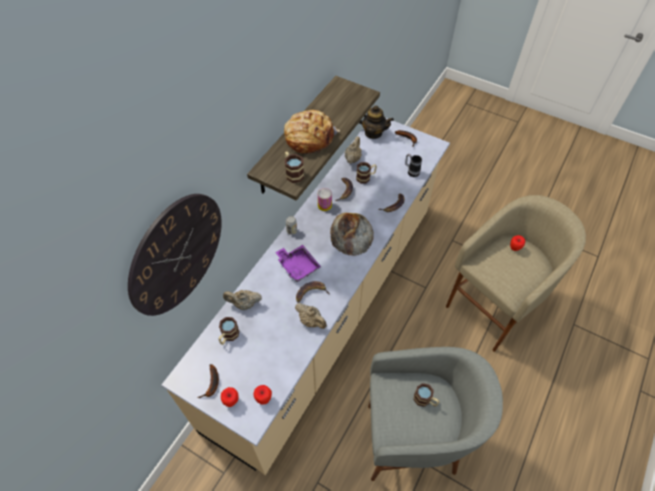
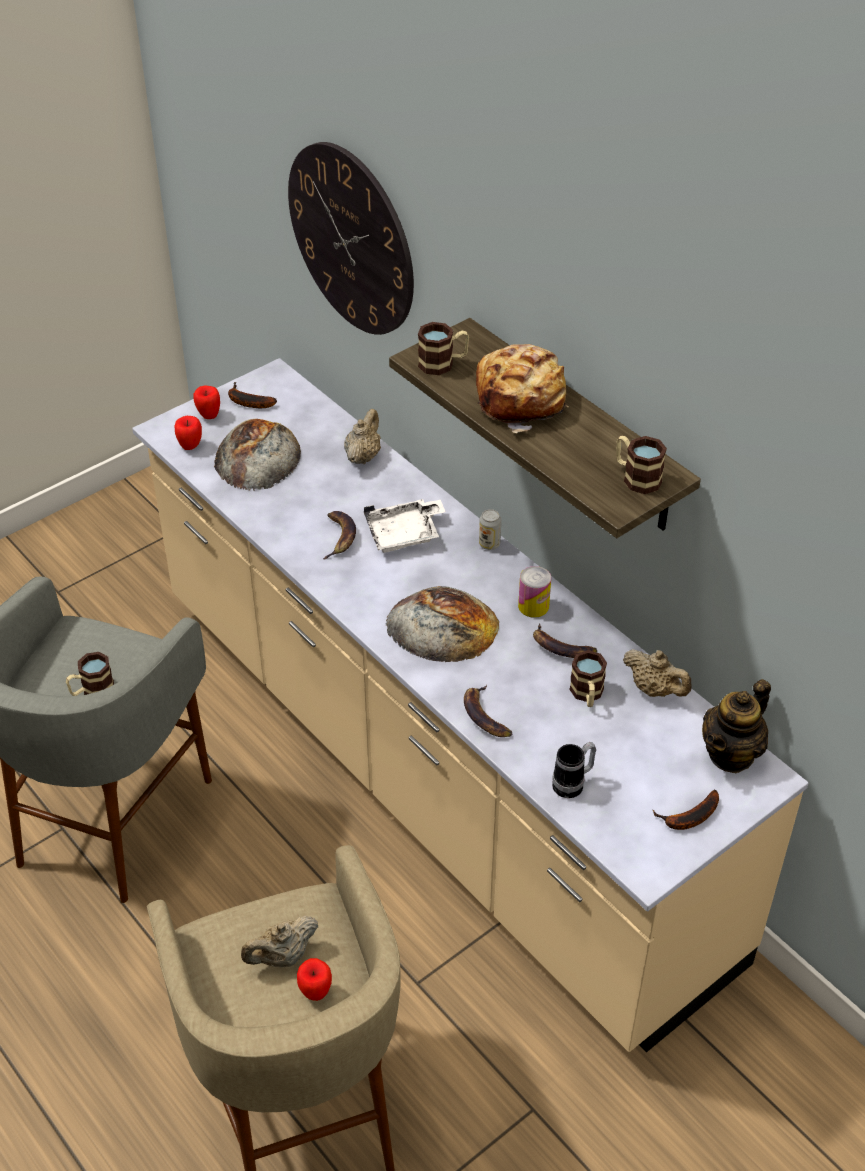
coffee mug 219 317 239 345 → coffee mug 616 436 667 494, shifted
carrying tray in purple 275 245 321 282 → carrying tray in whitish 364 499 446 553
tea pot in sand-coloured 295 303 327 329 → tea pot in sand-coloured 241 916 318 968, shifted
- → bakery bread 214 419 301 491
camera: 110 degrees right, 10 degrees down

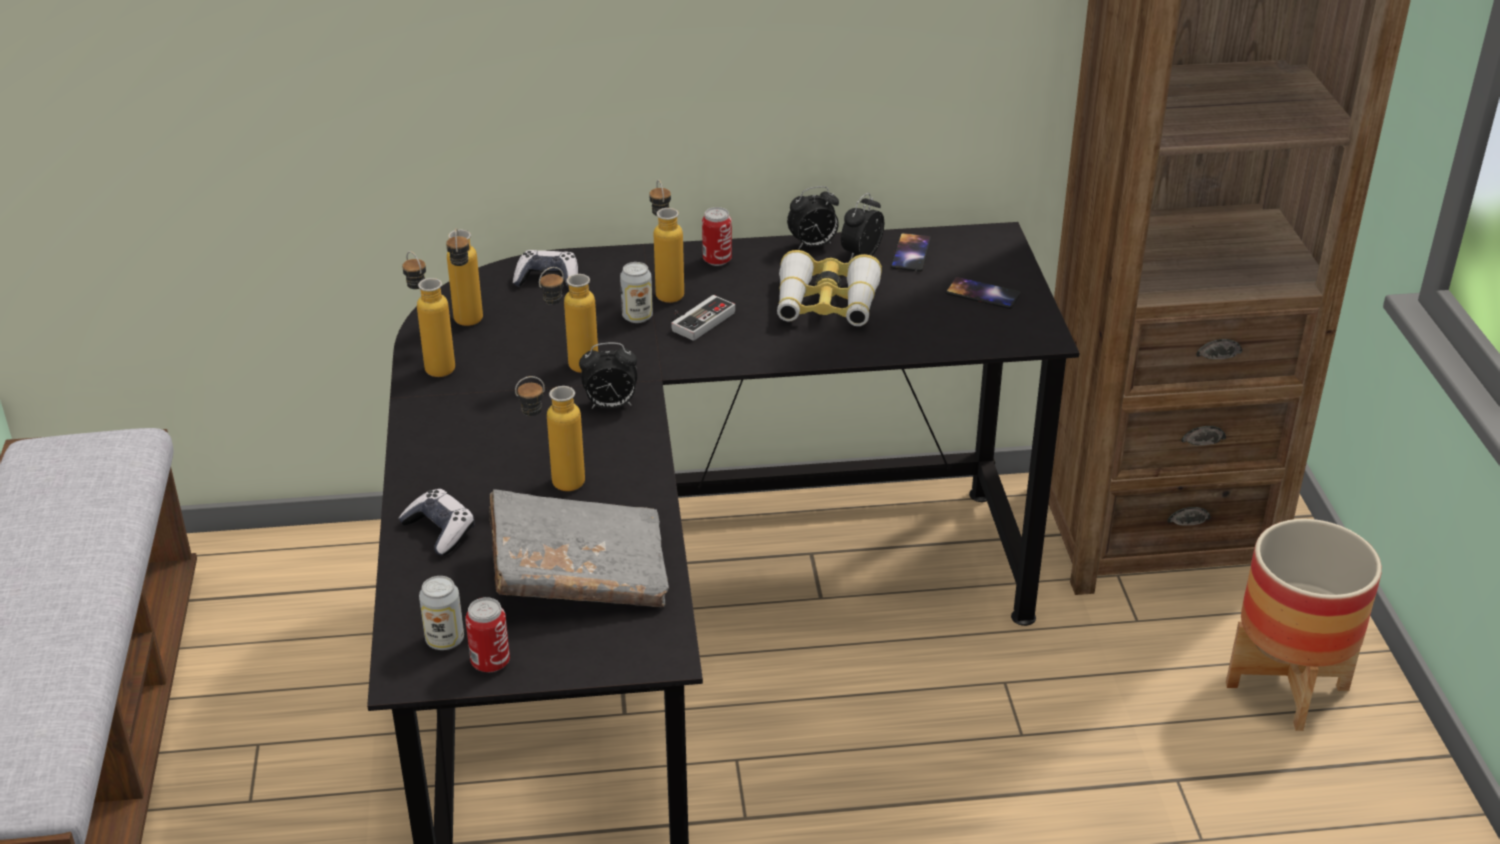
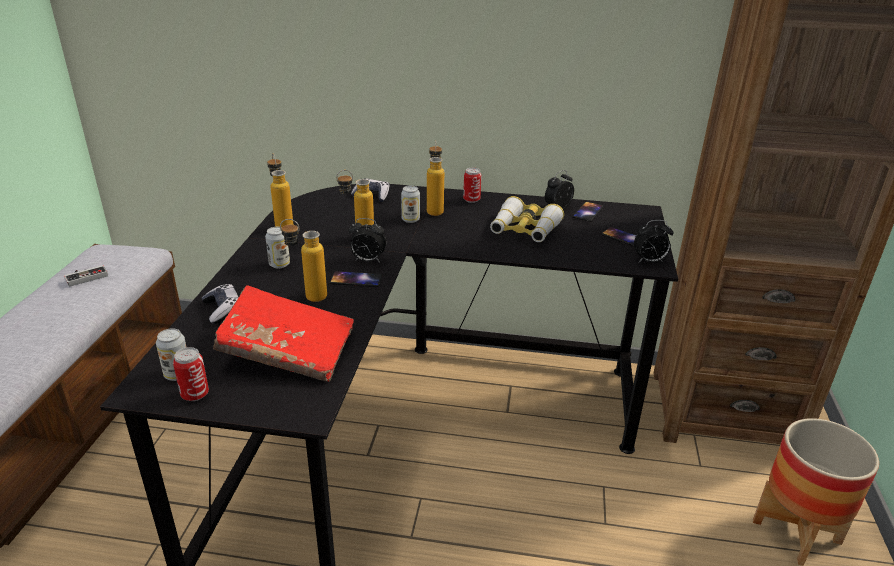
bottle 446 228 483 326 → -
bound book in gray 489 489 669 607 → bound book in red-coloured 213 285 354 382
gamepad 671 295 735 341 → gamepad 64 265 108 287, shifted
bedside clock 787 186 839 250 → bedside clock 634 220 674 262, shifted
- → sealed can 265 227 290 269
- → handset 330 271 382 287
camera: 15 degrees right, 5 degrees down

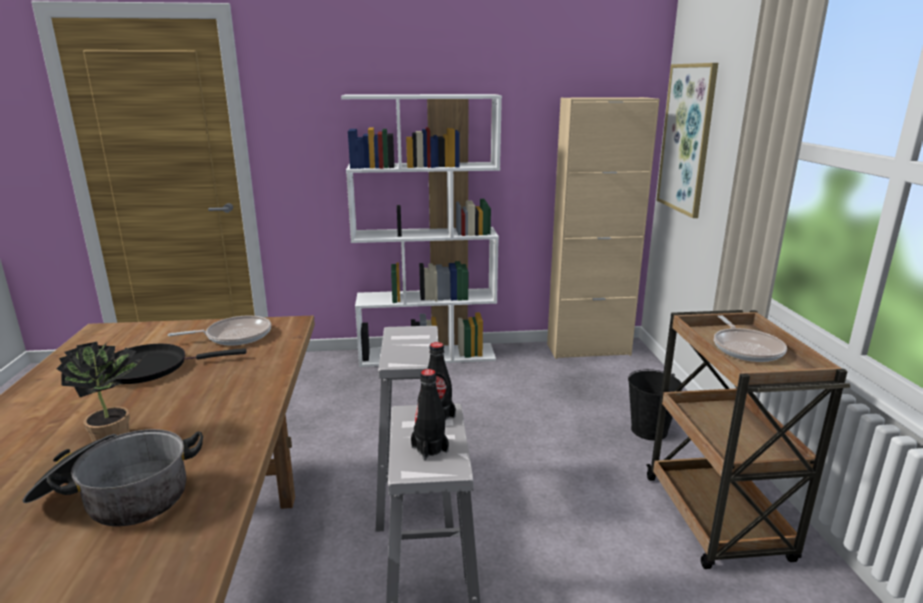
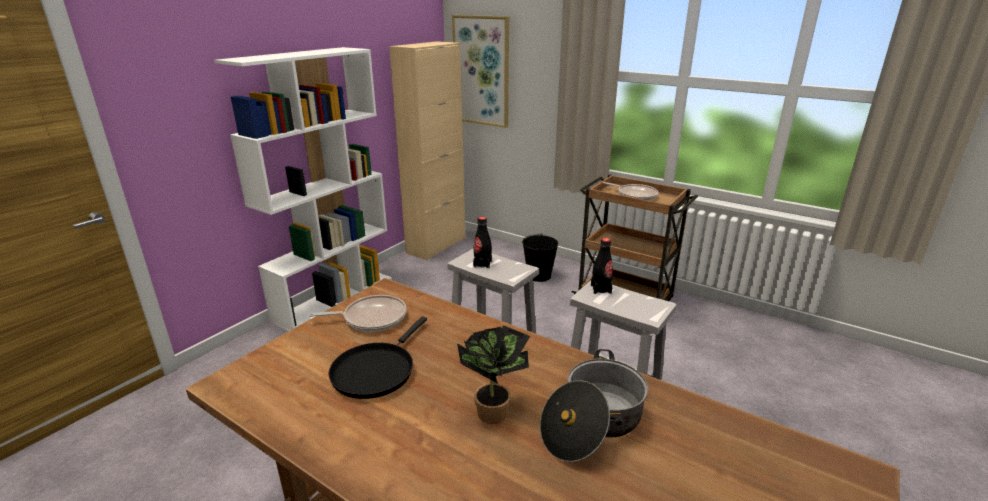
frying pan 168 315 271 345 → frying pan 308 295 407 332, 60 degrees clockwise
bottle in blackish 411 369 449 460 → bottle in blackish 473 217 492 268, shifted
camera: 50 degrees left, 5 degrees up

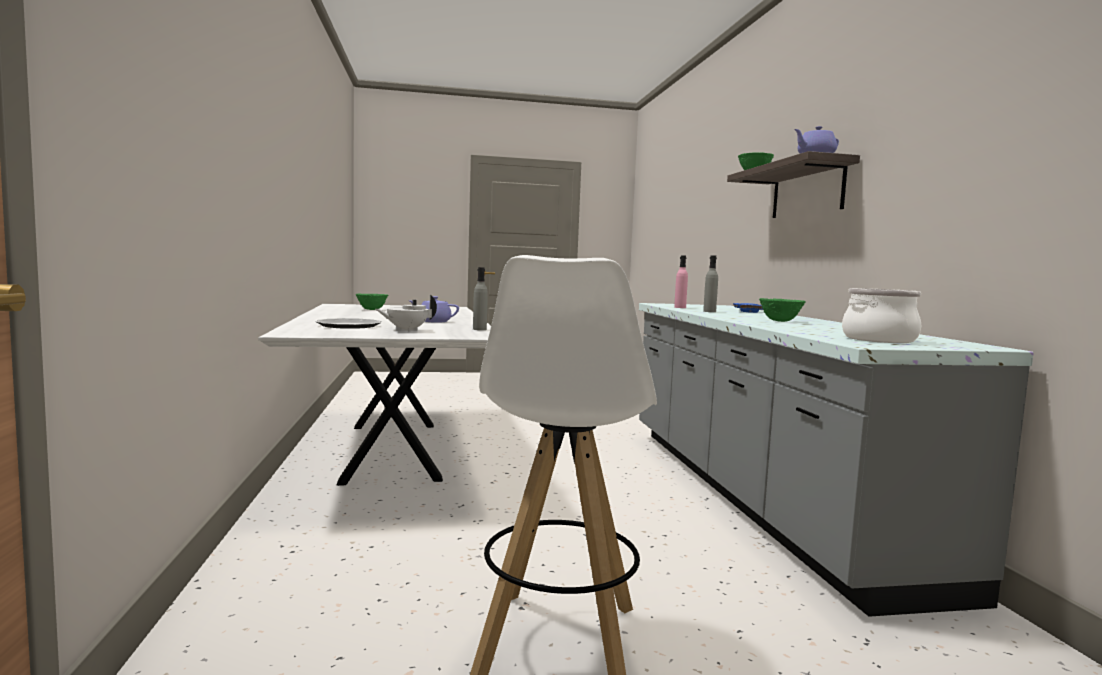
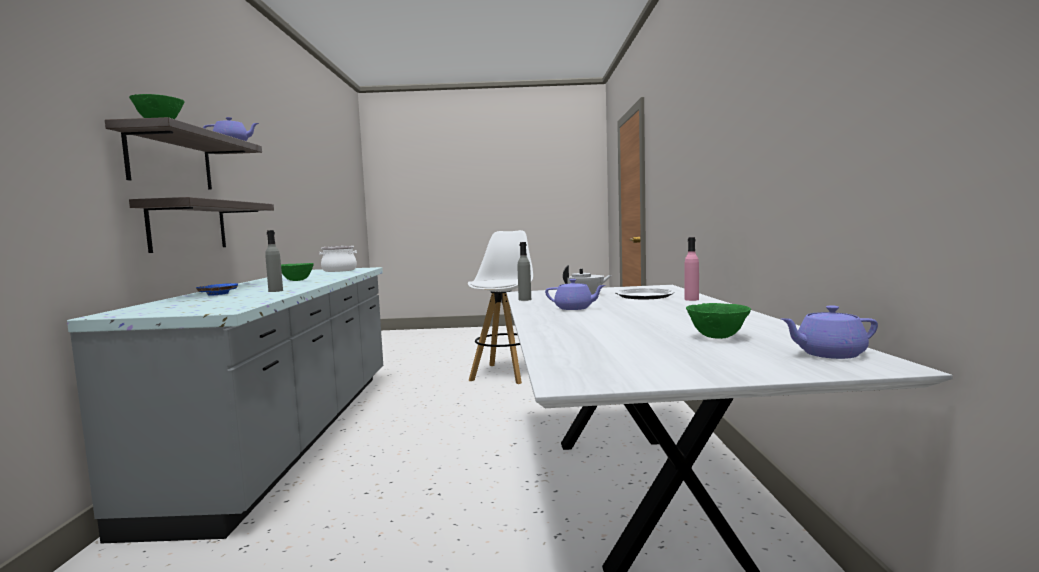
bottle in pink 674 255 688 308 → bottle in pink 684 237 699 301, shifted
- → bracket shelf 129 197 274 253
- → tea pot in purple 781 305 878 359
camera: 170 degrees left, 0 degrees up

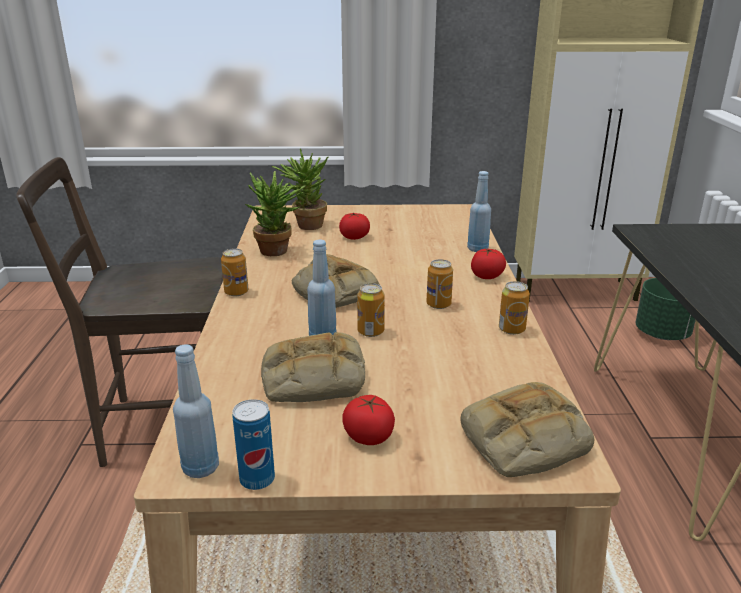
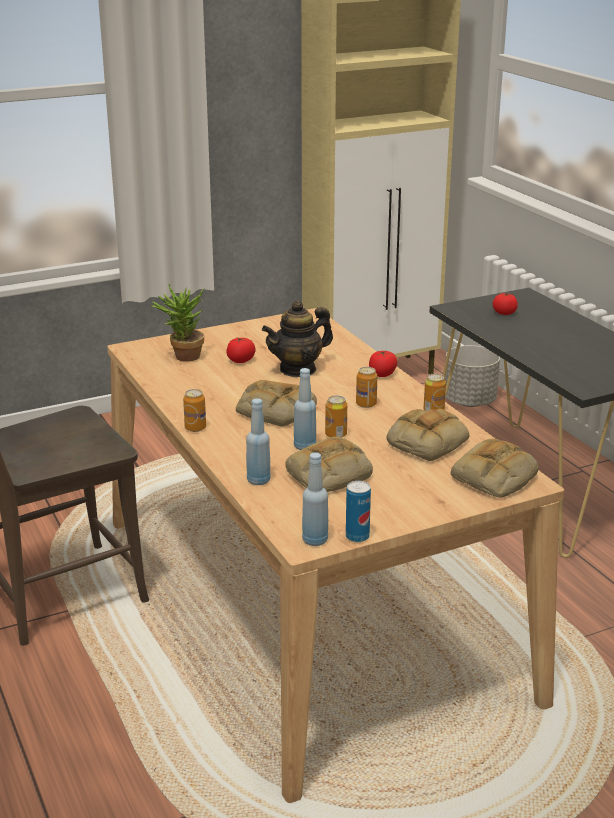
houseplant 245 171 307 256 → -
fresh tomato 342 395 395 445 → fresh tomato 493 293 518 315, shifted
bottle in blue 467 171 491 252 → bottle in blue 246 399 271 485, shifted
flower pot in green-coloured 636 278 695 340 → flower pot in gray 445 345 500 407
- → tea pot 262 300 333 377
- → bakery bread 386 408 470 461
camera: 25 degrees left, 0 degrees up

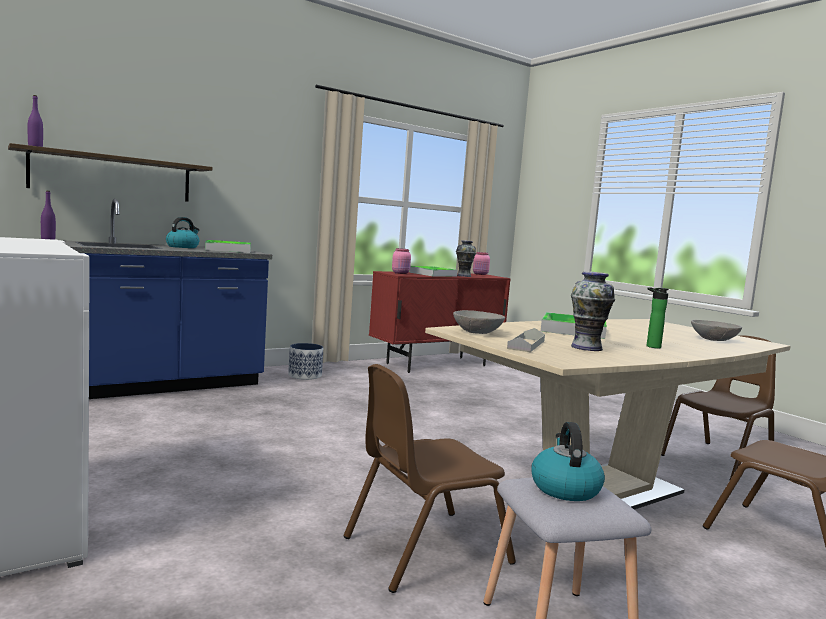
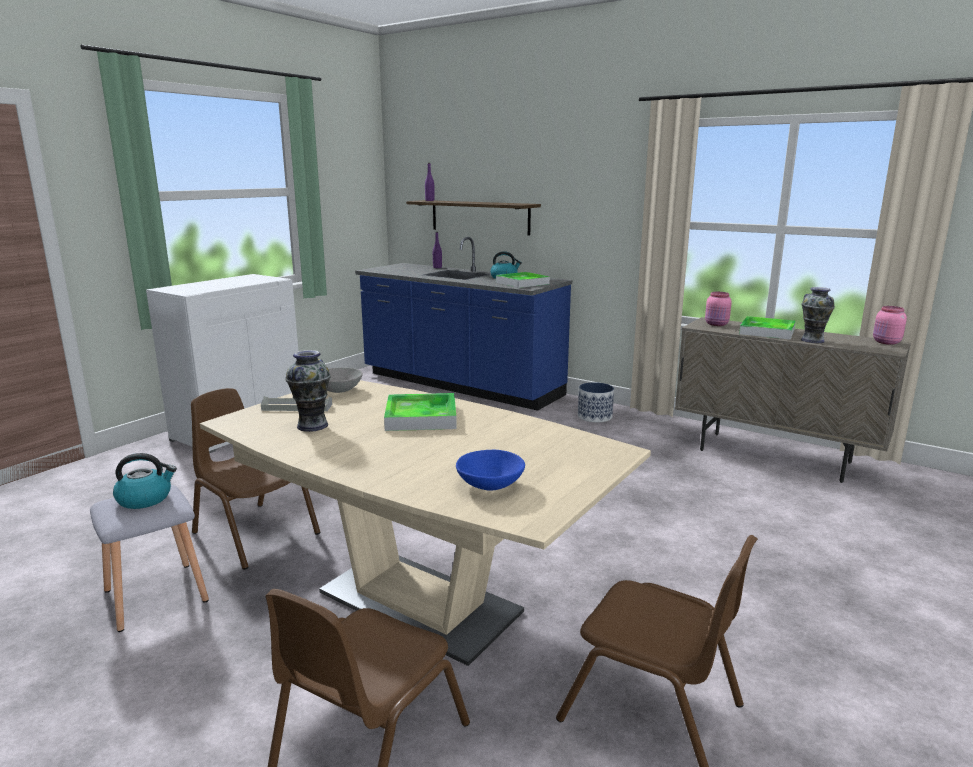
cupboard in red-coloured 369 271 511 373 → cupboard in sand-coloured 675 317 911 483
bottle 646 287 669 348 → -
serving bowl in gray 691 320 742 341 → serving bowl in blue 456 450 525 491
camera: 70 degrees right, 10 degrees up

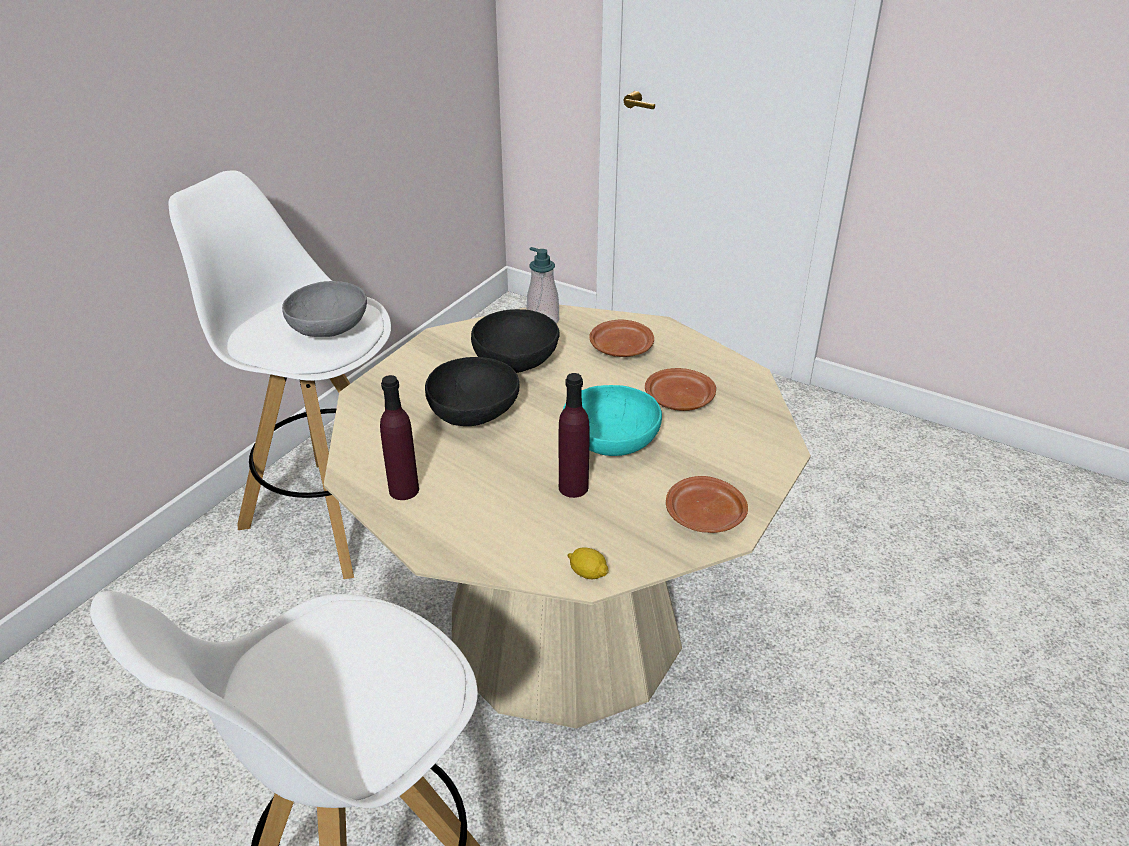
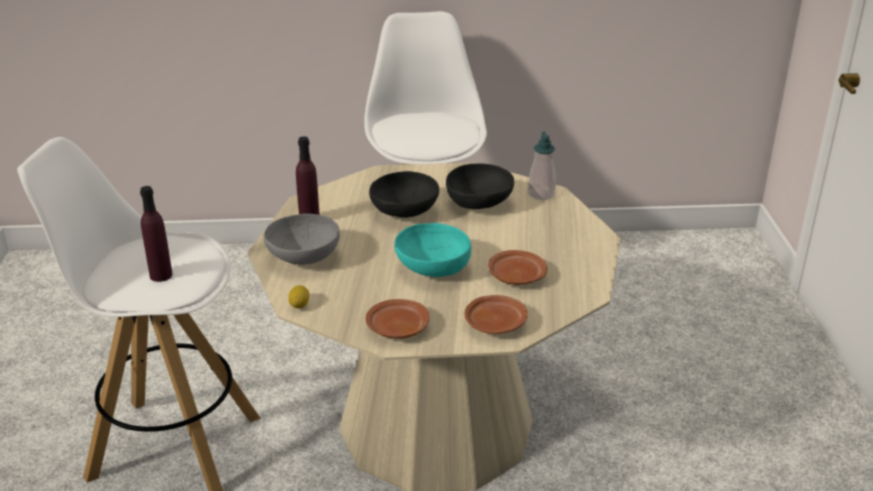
serving bowl in gray 282 281 367 337 → serving bowl in gray 264 214 340 265, shifted
bottle in purple 559 373 590 498 → bottle in purple 140 186 172 282, shifted
dinner plate in brownish 589 320 654 357 → dinner plate in brownish 465 295 528 334, shifted
camera: 55 degrees right, 5 degrees down

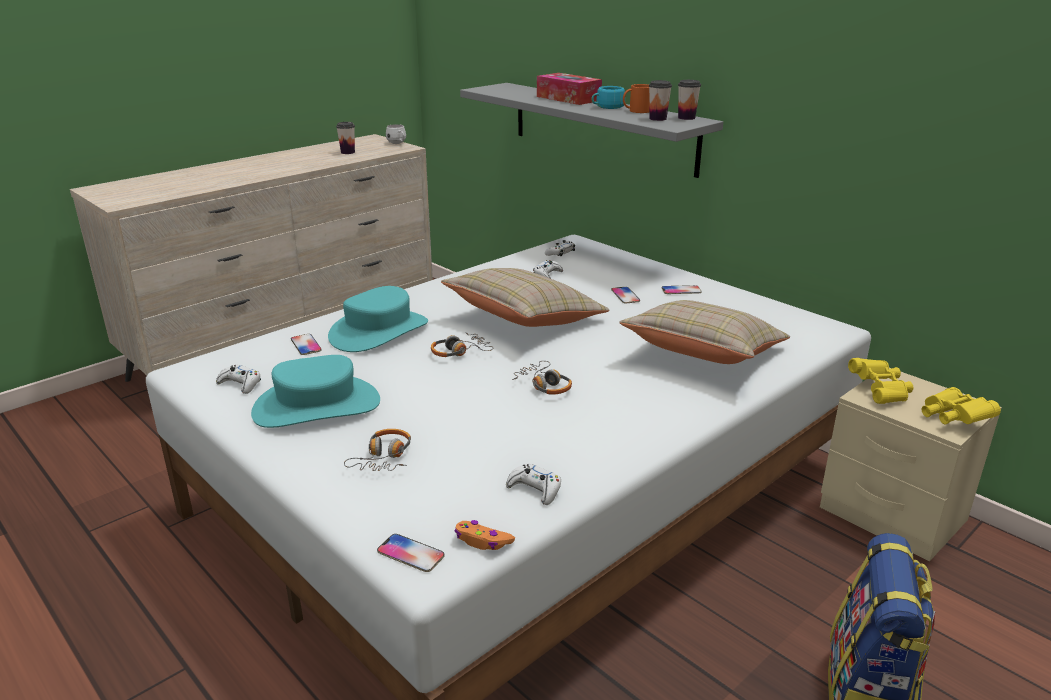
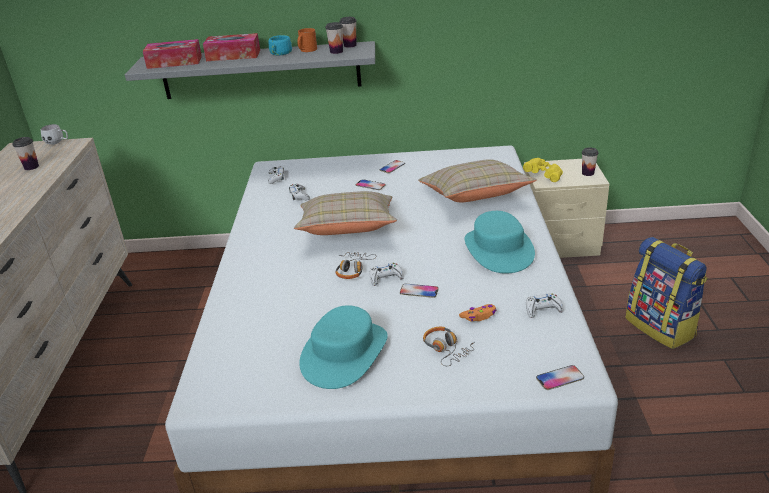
gamepad in whitish 216 365 261 394 → gamepad in whitish 370 263 404 286, shifted
handset 291 334 321 355 → handset 400 284 439 298, shifted
wearable hat in blue-green 328 286 428 352 → wearable hat in blue-green 465 211 535 274, shifted
gamepad in orangey 455 520 515 550 → gamepad in orangey 459 304 496 321, shifted
headset 512 361 572 395 → -
binoculars in yellow-coloured 922 387 1001 425 → cup 582 147 598 176
- → tissue box 143 39 202 69
camera: 45 degrees left, 5 degrees up

